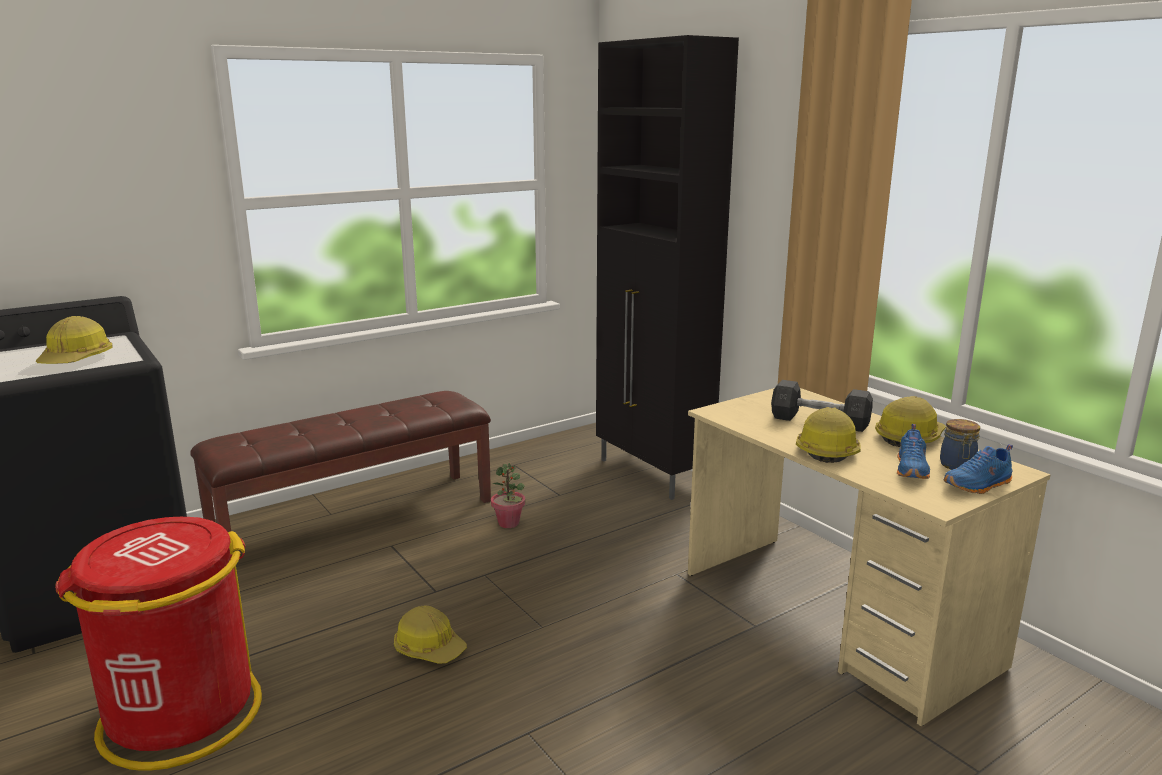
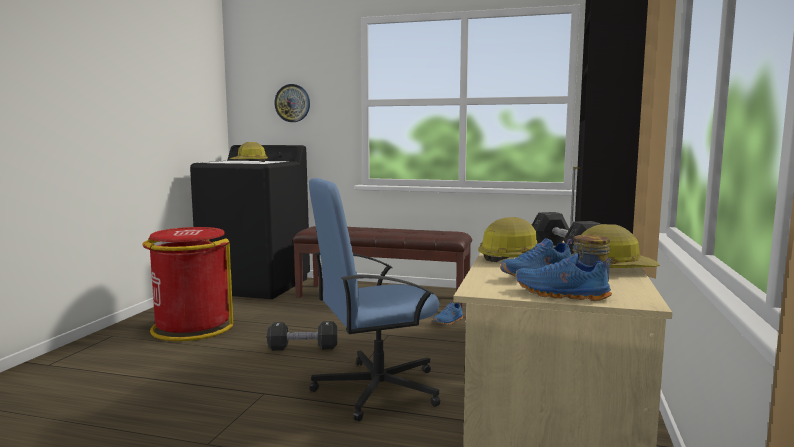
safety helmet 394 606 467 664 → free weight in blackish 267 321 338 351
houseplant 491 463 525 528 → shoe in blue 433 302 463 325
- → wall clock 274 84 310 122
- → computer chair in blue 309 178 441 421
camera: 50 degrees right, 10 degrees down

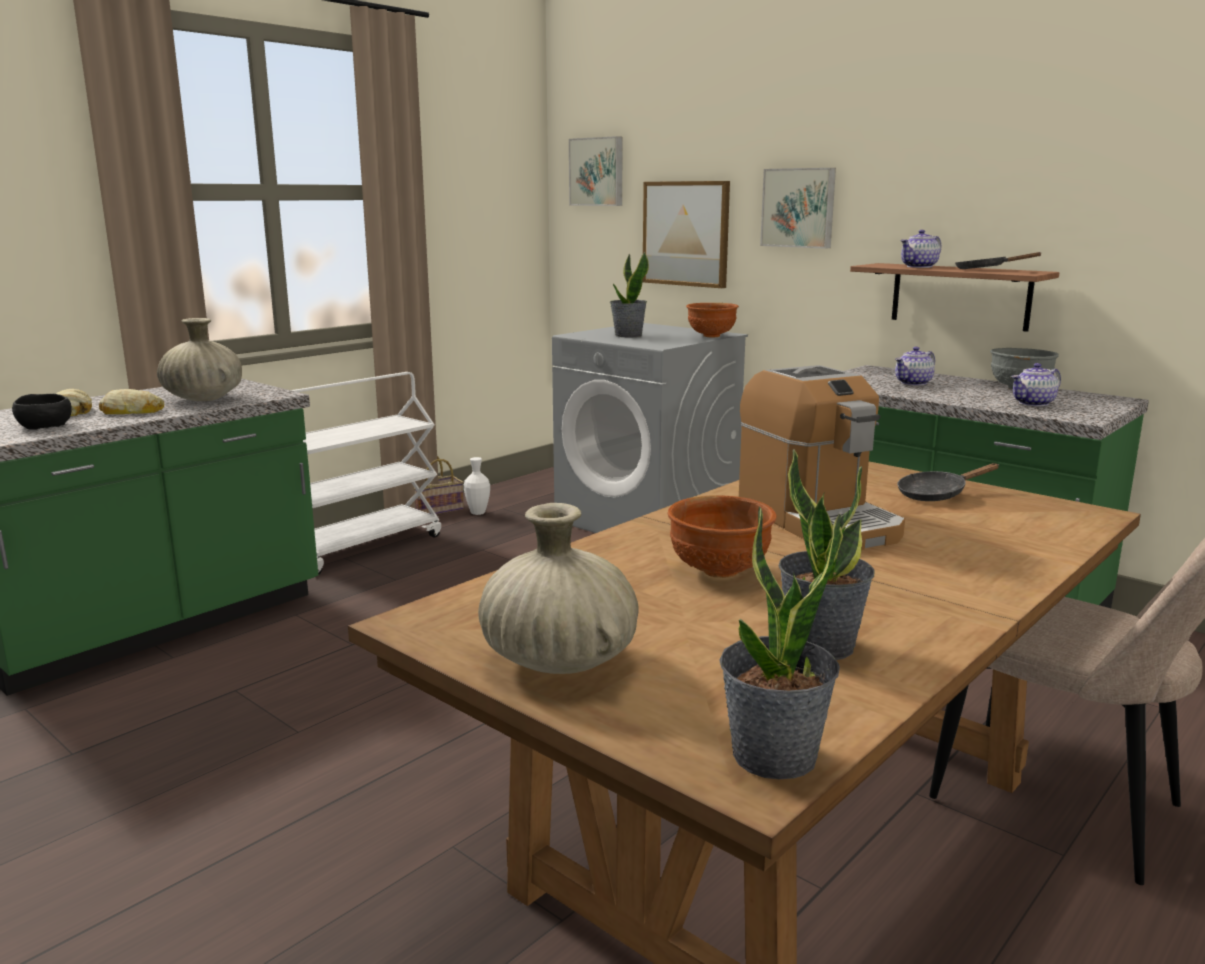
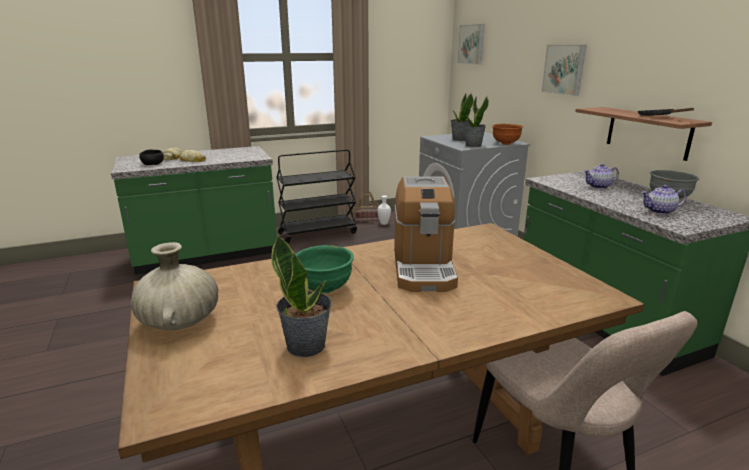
flower vase in sand-coloured 157 318 242 401 → -
cart in whitish 291 372 441 575 → cart in blackish 276 149 357 244
wall picture 642 181 730 288 → -
serving bowl in brownish 667 495 777 578 → serving bowl in green-coloured 295 245 354 293
houseplant 719 506 843 779 → houseplant 464 96 489 147, shifted
frying pan in blackish 897 463 999 501 → -
tea pot 901 230 941 268 → -
camera: 25 degrees right, 5 degrees up

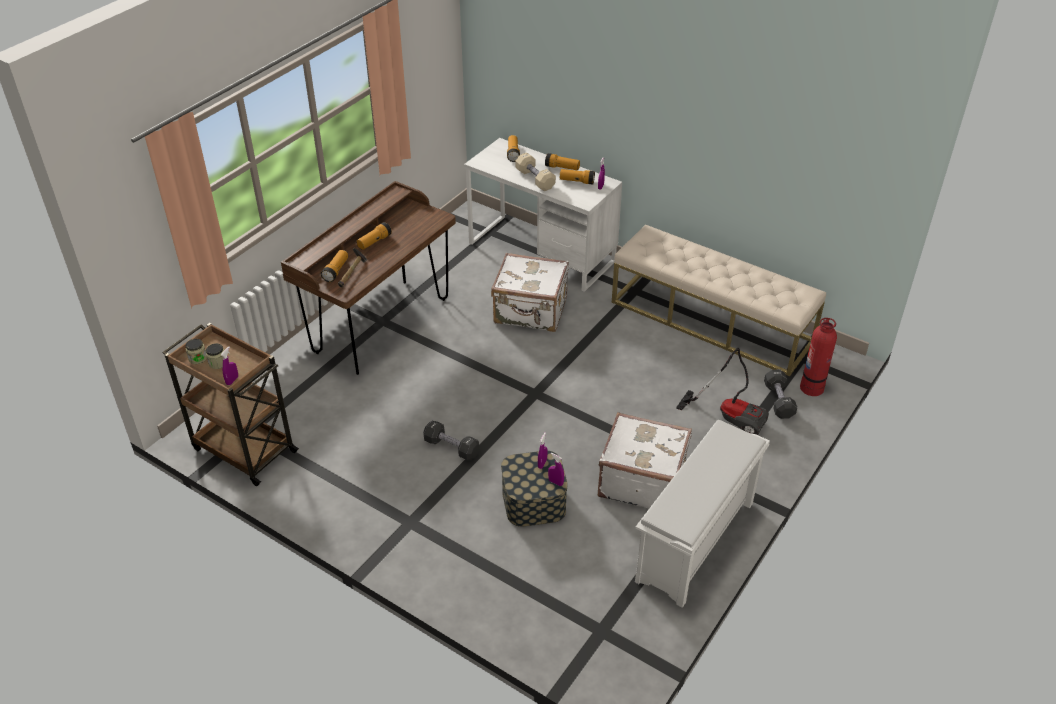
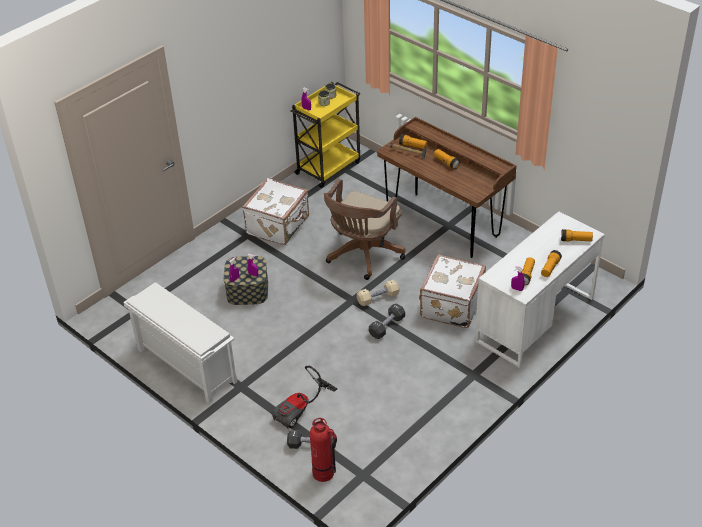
cart in brownish 163 323 299 486 → cart in yellow-coloured 290 82 360 188
free weight in blackish 423 421 479 460 → free weight in blackish 369 303 405 339, shifted
free weight in sand-coloured 515 152 556 191 → free weight in sand-coloured 357 280 399 306, shifted
travel case in whitish 598 412 692 508 → travel case in whitish 242 178 309 245, shifted
bench in sand-coloured 612 225 826 376 → -
- → computer chair in brownish 324 179 406 280
camera: 100 degrees right, 0 degrees up

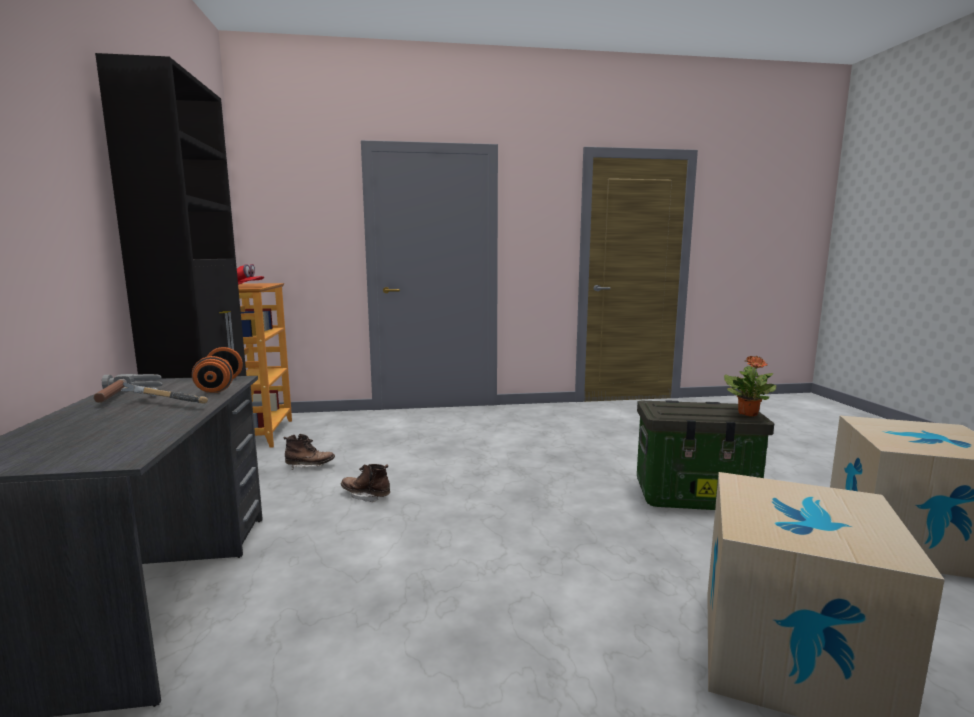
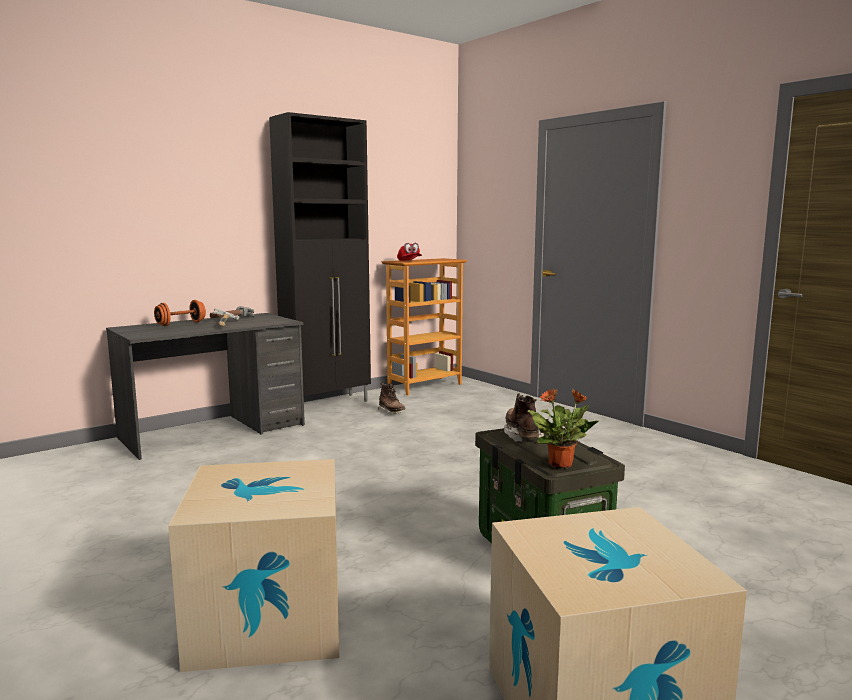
free weight in orangey 192 347 243 393 → free weight in orangey 154 300 206 326, shifted
tall boot in brownish 340 464 390 503 → tall boot in brownish 504 393 544 442, shifted
camera: 60 degrees right, 0 degrees up

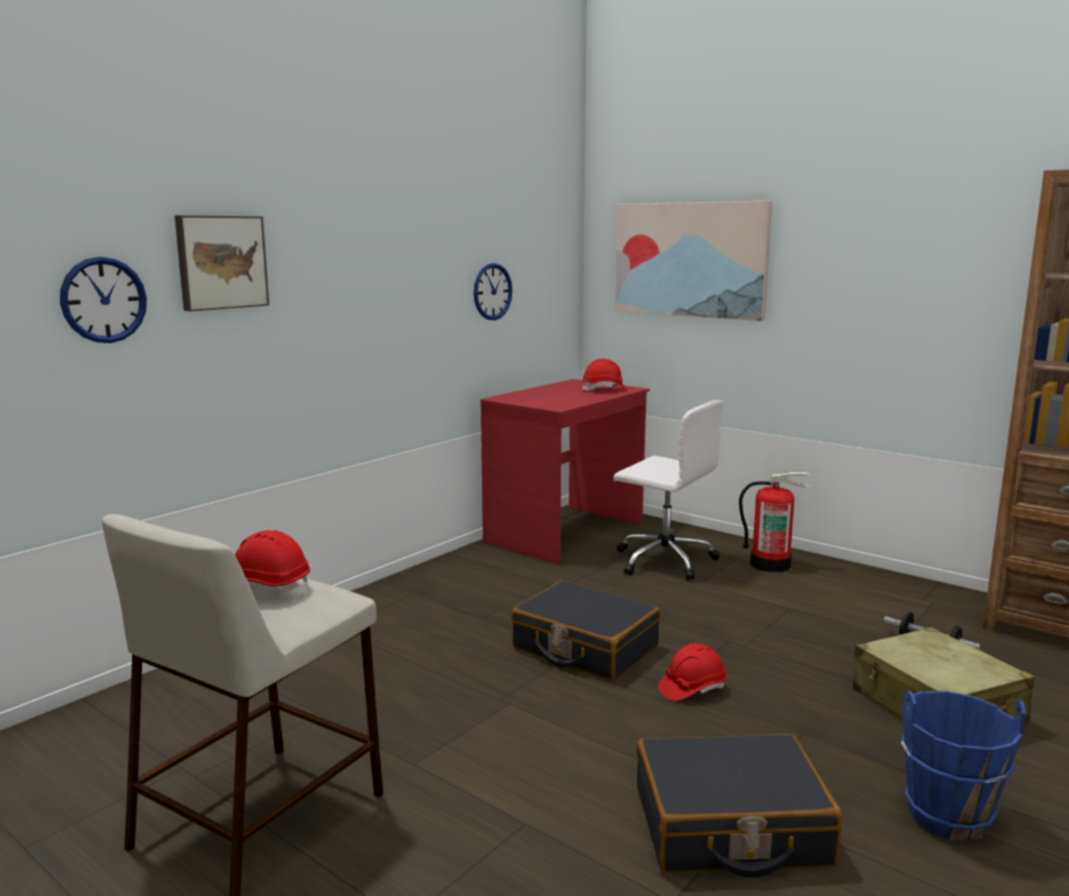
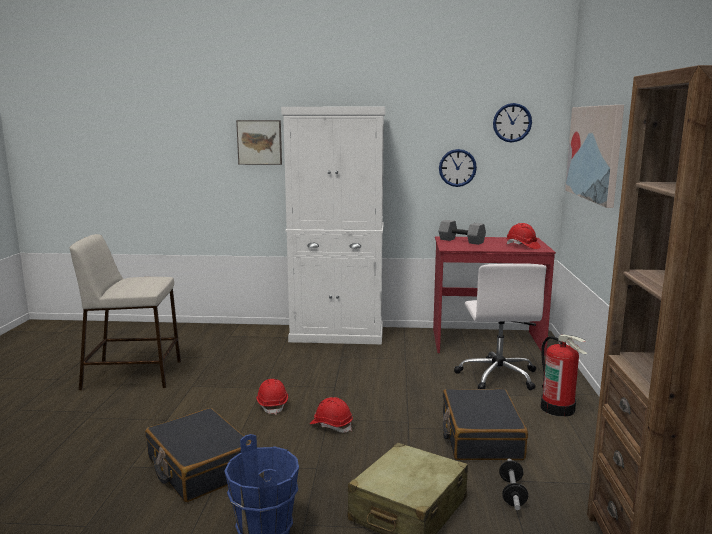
wall clock 60 257 147 343 → wall clock 493 103 532 142, shifted
safety helmet in red-coloured 235 530 310 598 → safety helmet in red-coloured 256 379 288 415, shifted
travel case in blackish 511 580 660 682 → travel case in blackish 443 389 528 460, shifted
- → cupboard in whitish 281 107 385 345
- → free weight in gray 439 220 486 245
camera: 55 degrees right, 0 degrees up

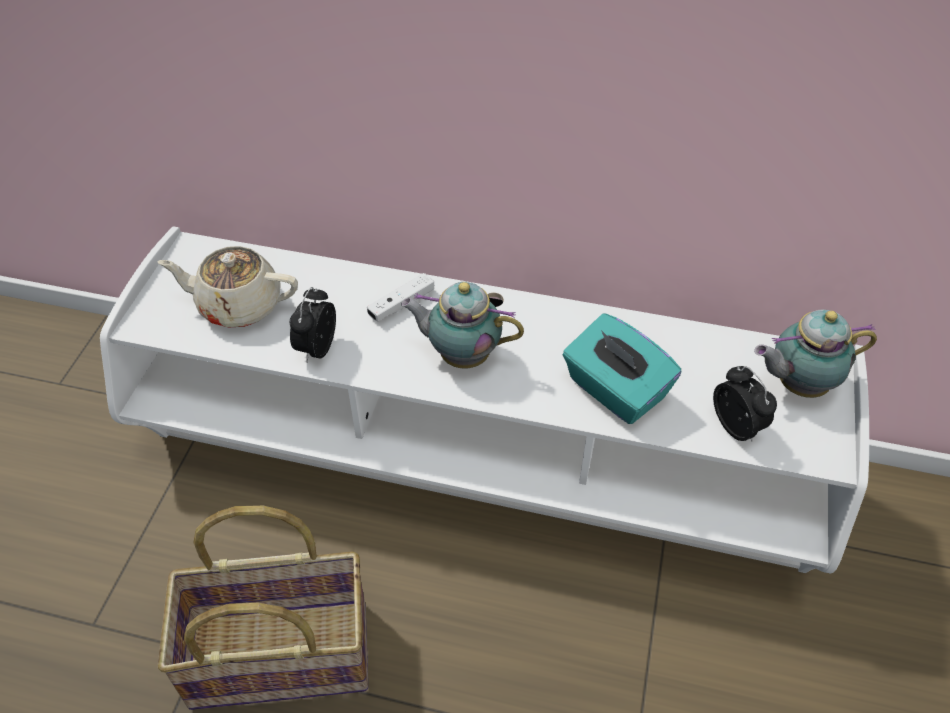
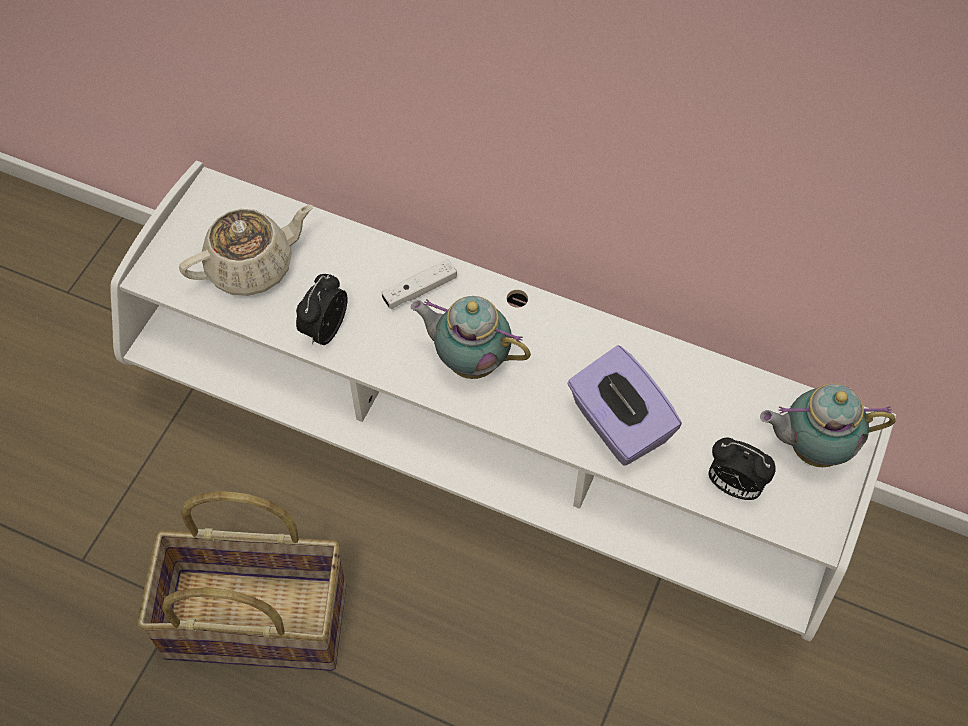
tea pot in sand-coloured 157 246 298 327 → tea pot in sand-coloured 179 205 313 296, 135 degrees clockwise
tissue box in blue-green 563 313 682 424 → tissue box in purple 567 345 682 466
bedside clock 713 366 777 441 → bedside clock 708 438 776 500, 135 degrees clockwise
camera: 10 degrees right, 10 degrees up

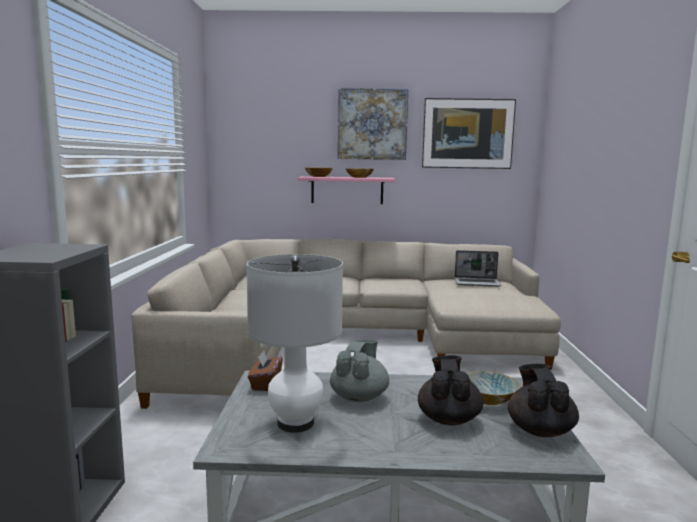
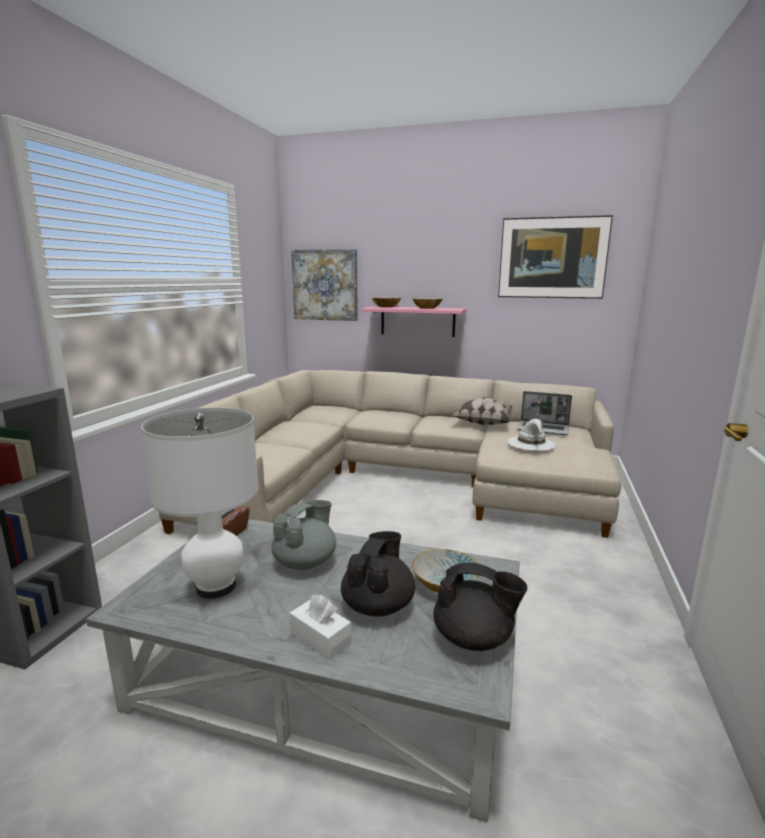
wall picture 338 88 408 160 → wall picture 291 249 358 321, shifted
tea pot in blackish 508 364 579 437 → tea pot in blackish 434 562 527 651, 90 degrees clockwise
- → tissue box in whitish 290 595 351 660
- → pillow 452 397 513 426
- → wearable hat in whitish 508 419 556 451
camera: 15 degrees right, 5 degrees up

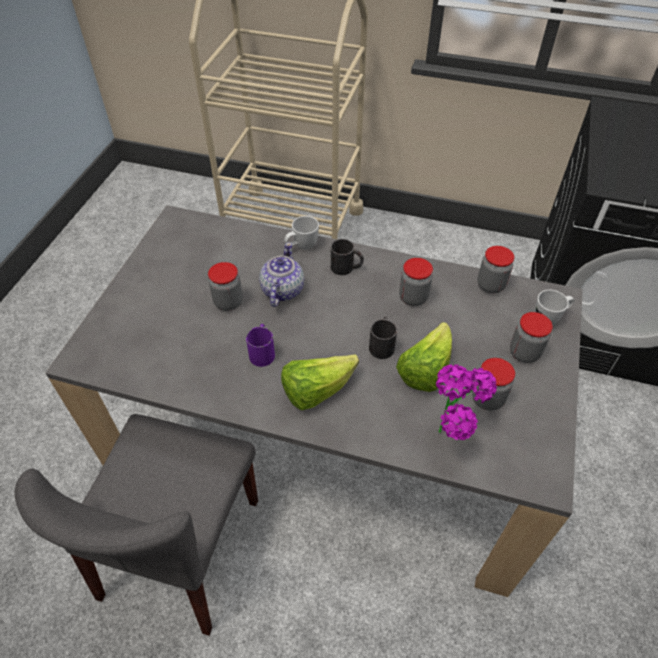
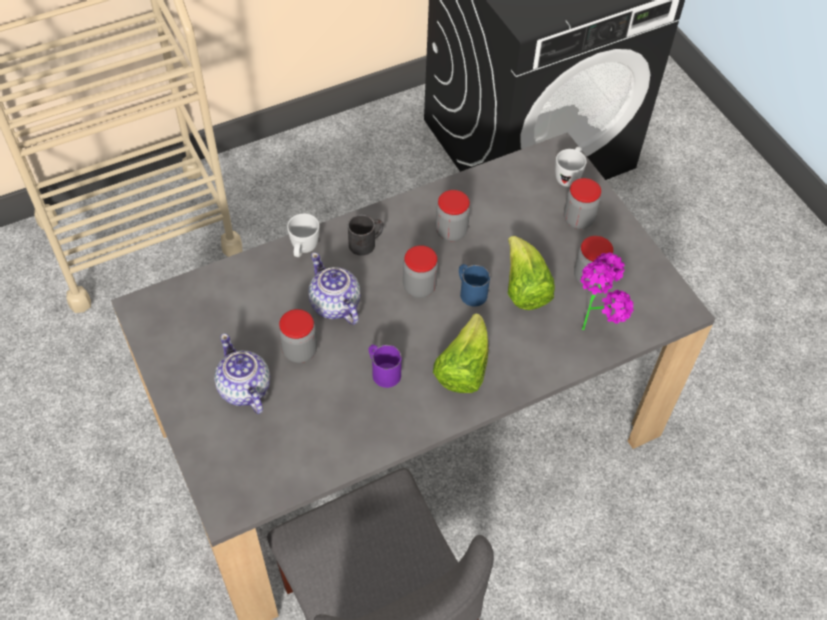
coffee mug in blackish 369 317 397 359 → coffee mug in blue 459 264 490 306
storage jar 477 246 514 293 → storage jar 403 245 438 298, shifted
- → tea pot 214 334 270 414
camera: 45 degrees left, 5 degrees up

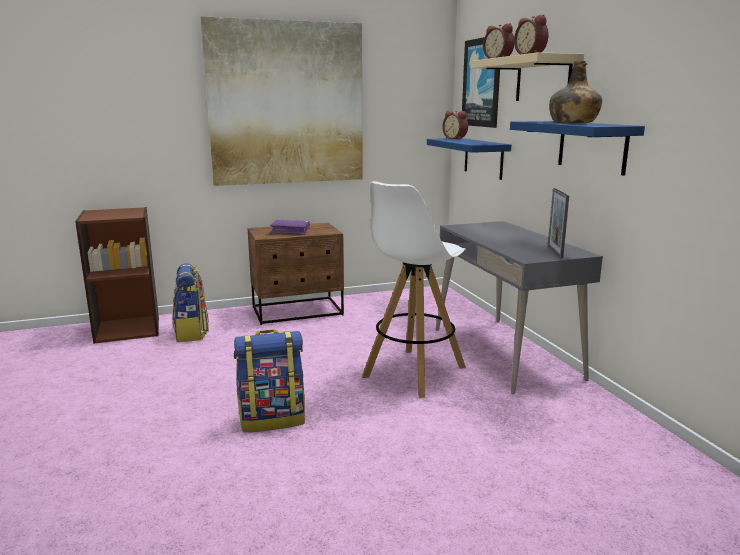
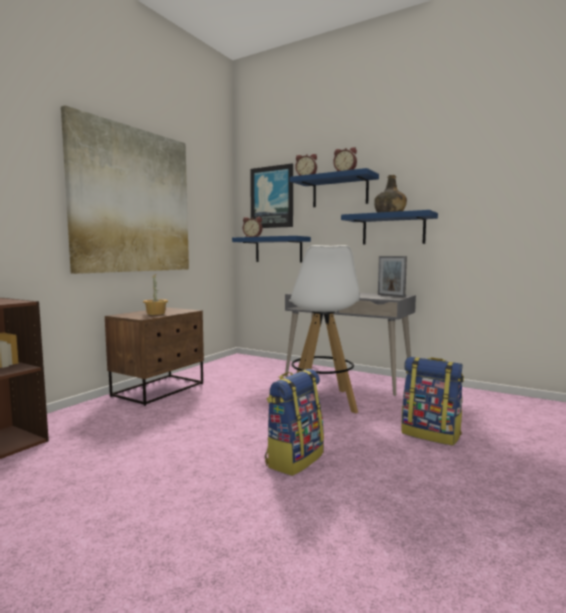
rucksack 172 263 209 342 → rucksack 402 357 464 445, shifted
bound book in purple 270 220 310 235 → houseplant 143 274 168 315
bracket shelf in sand-coloured 471 52 584 101 → bracket shelf in blue 290 168 379 207
camera: 40 degrees left, 10 degrees down

